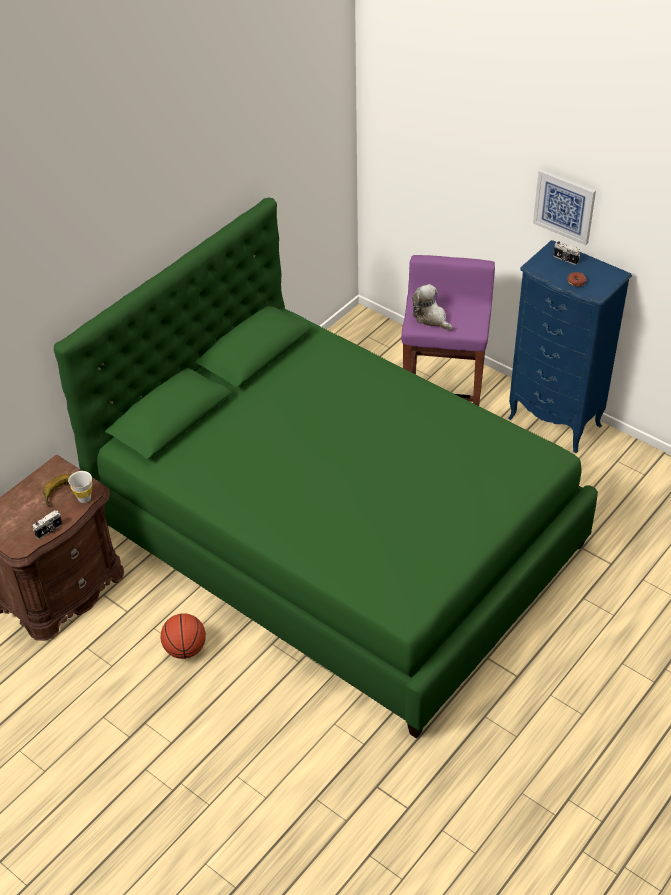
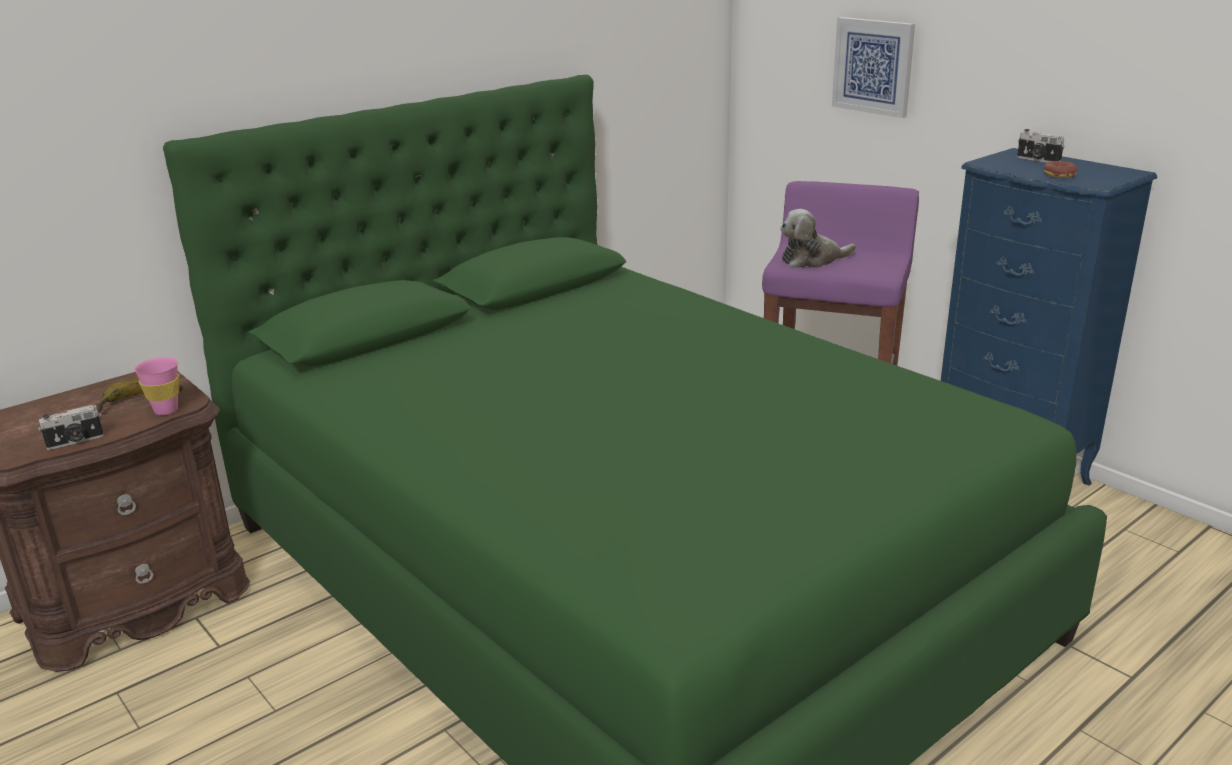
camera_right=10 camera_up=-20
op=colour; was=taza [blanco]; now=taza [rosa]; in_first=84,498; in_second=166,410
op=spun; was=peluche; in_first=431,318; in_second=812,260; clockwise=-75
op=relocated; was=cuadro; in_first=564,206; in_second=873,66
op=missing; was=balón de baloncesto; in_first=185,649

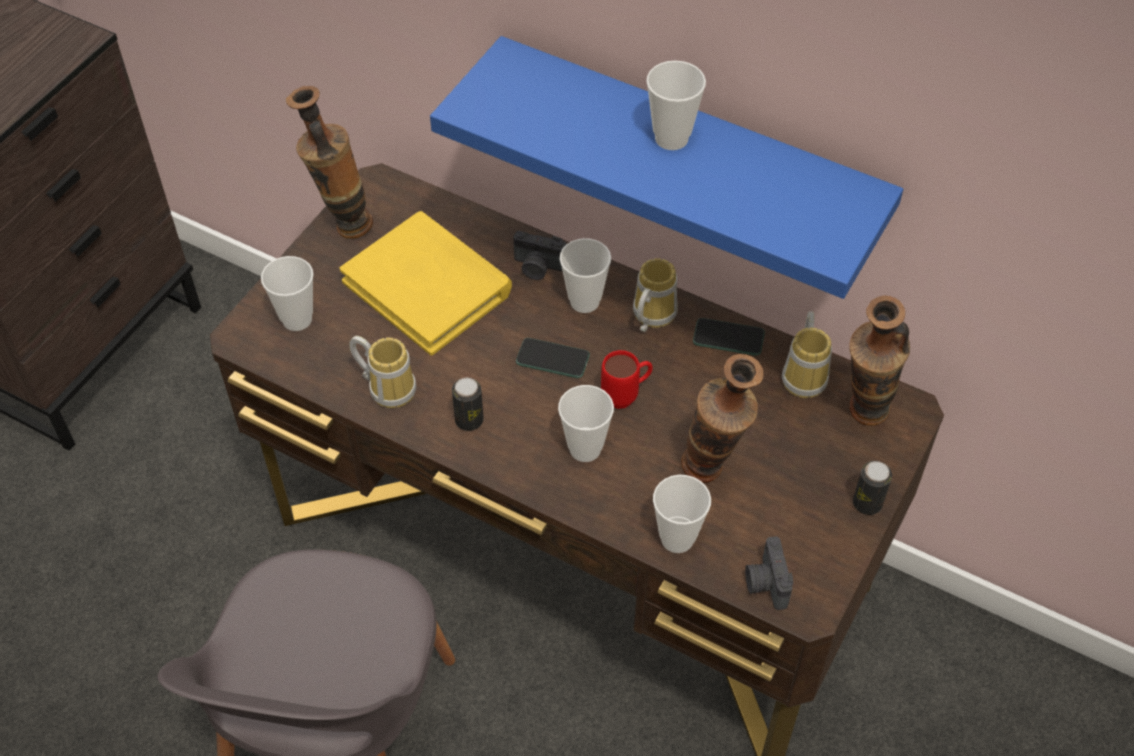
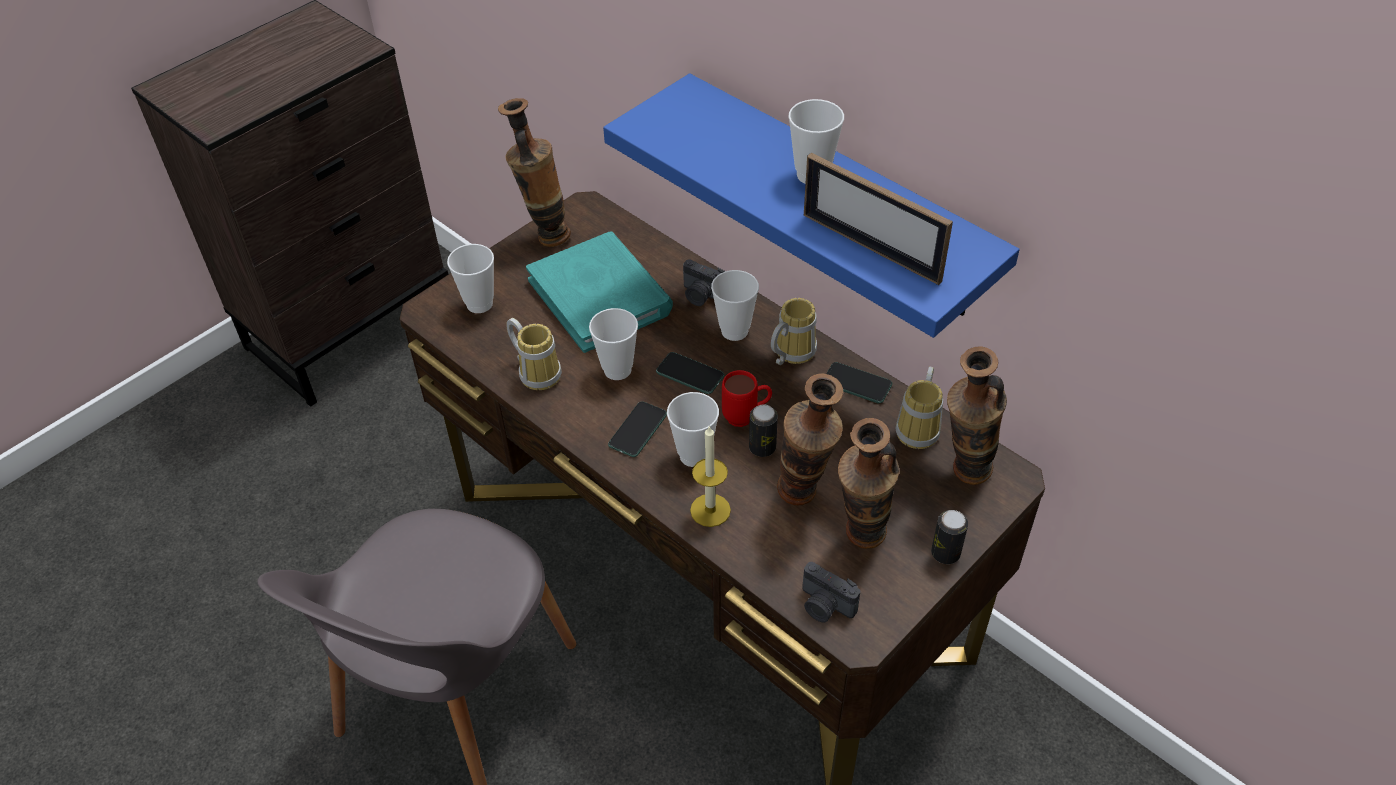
camera_right=15 camera_up=-5
op=colour; was=libro [amarillo]; now=libro [turquesa]; in_first=428,287; in_second=600,296
op=relocated; was=taza; in_first=677,539; in_second=617,370
op=appeared; now=móvil; in_second=638,430
op=appeared; now=vela; in_second=710,510
op=relocated; was=lata; in_first=469,420; in_second=762,447
op=spun; was=cámara; in_first=765,583; in_second=824,606; clockwise=-60
op=appeared; now=portarretratos; in_second=871,247
op=appeared; now=florero; in_second=860,543

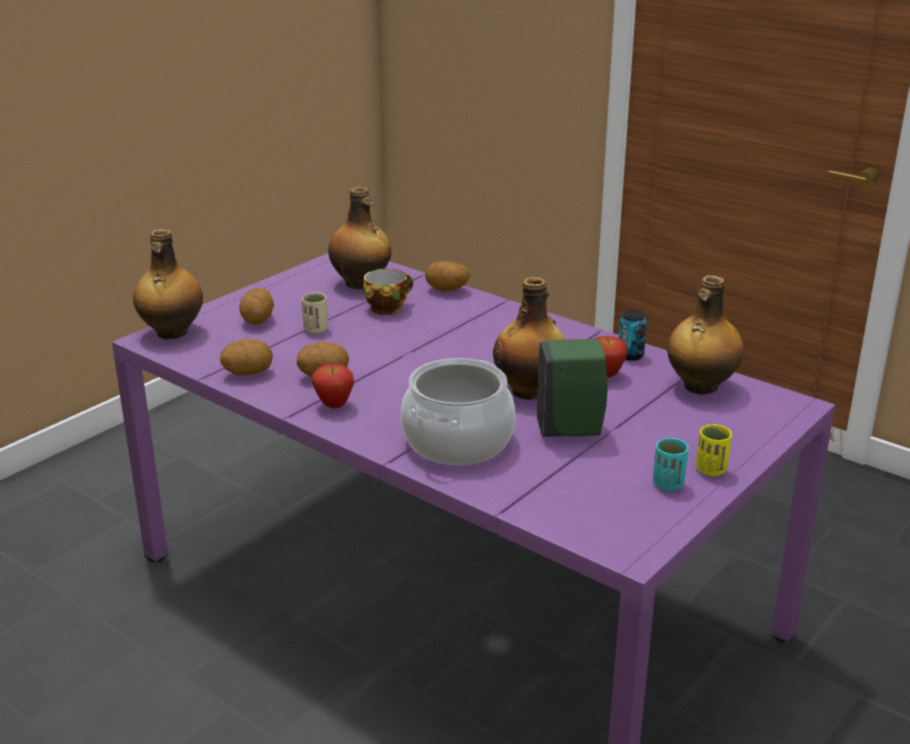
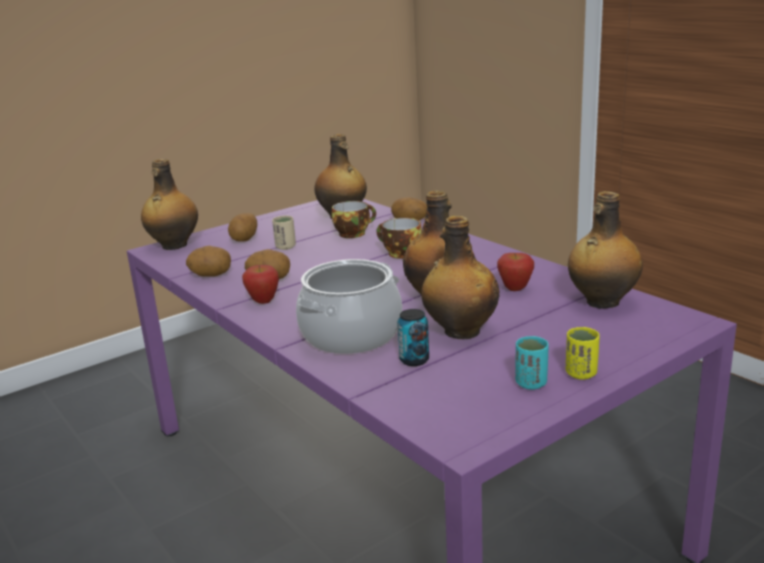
camera_right=15 camera_up=-5
op=appeared; now=taza; in_second=400,254
op=relocated; was=lata; in_first=630,355; in_second=414,360
op=exchanged; was=dispensador de jabón [verde]; now=botella; in_first=572,430; in_second=460,332

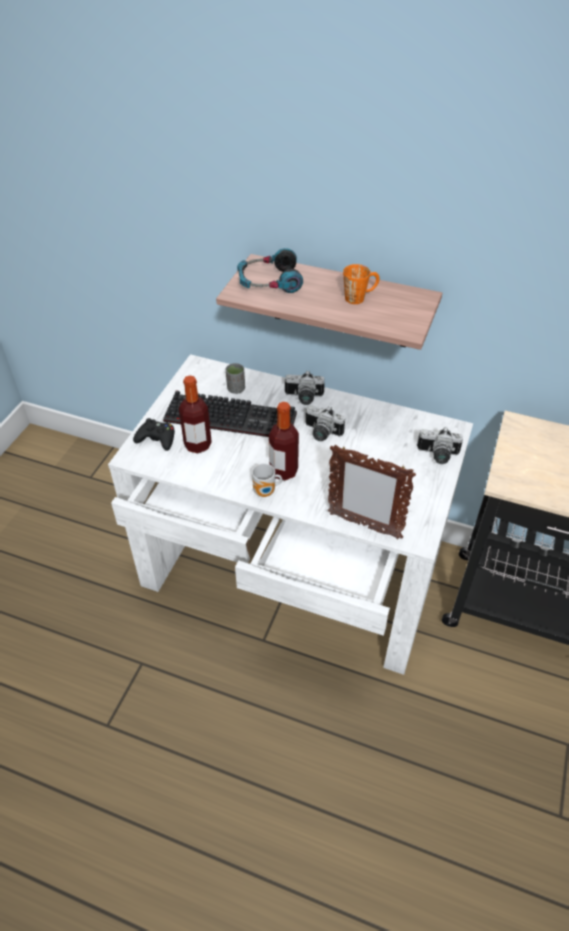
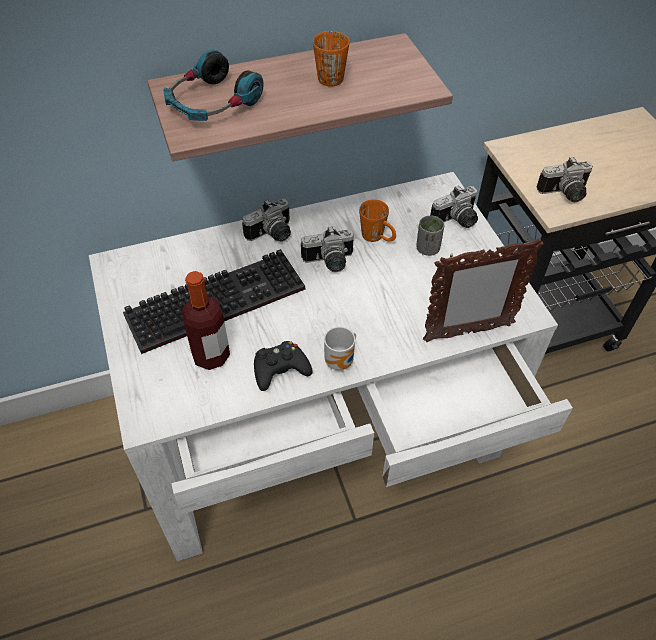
camera_right=-40 camera_up=5
op=relocated; was=mando de consola [negro]; in_first=157,439; in_second=280,369
op=appeared; now=taza grande [naranja]; in_second=377,238
op=relocated; was=taza [gris]; in_first=236,389; in_second=427,248
op=appeared; now=cámara; in_second=564,194
op=missing; was=botella; in_first=283,471

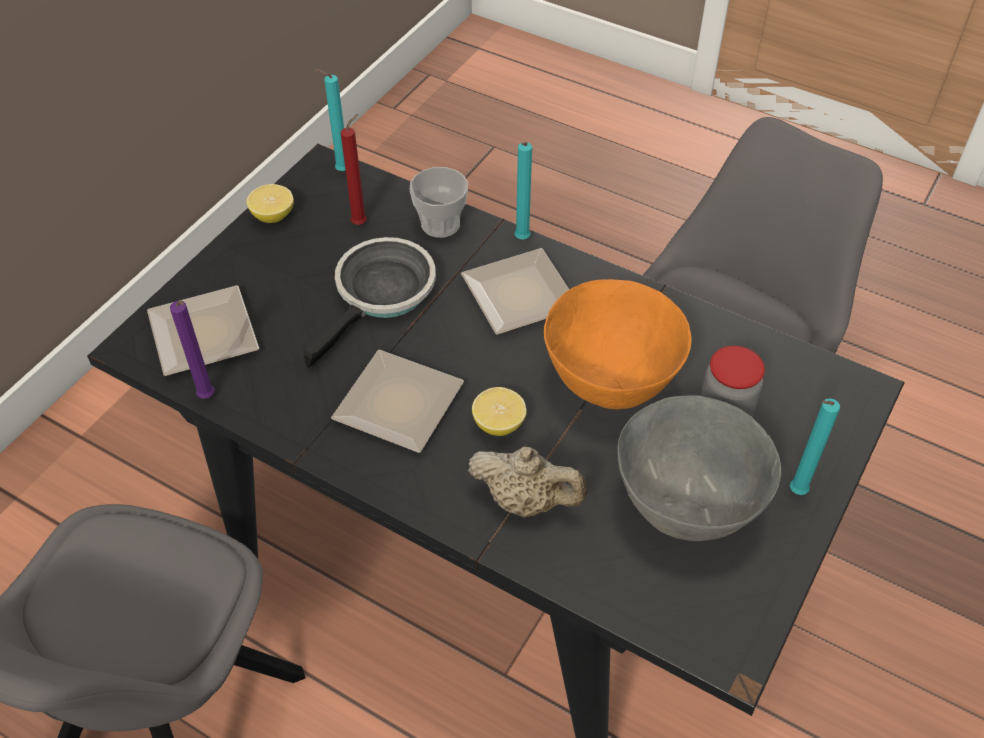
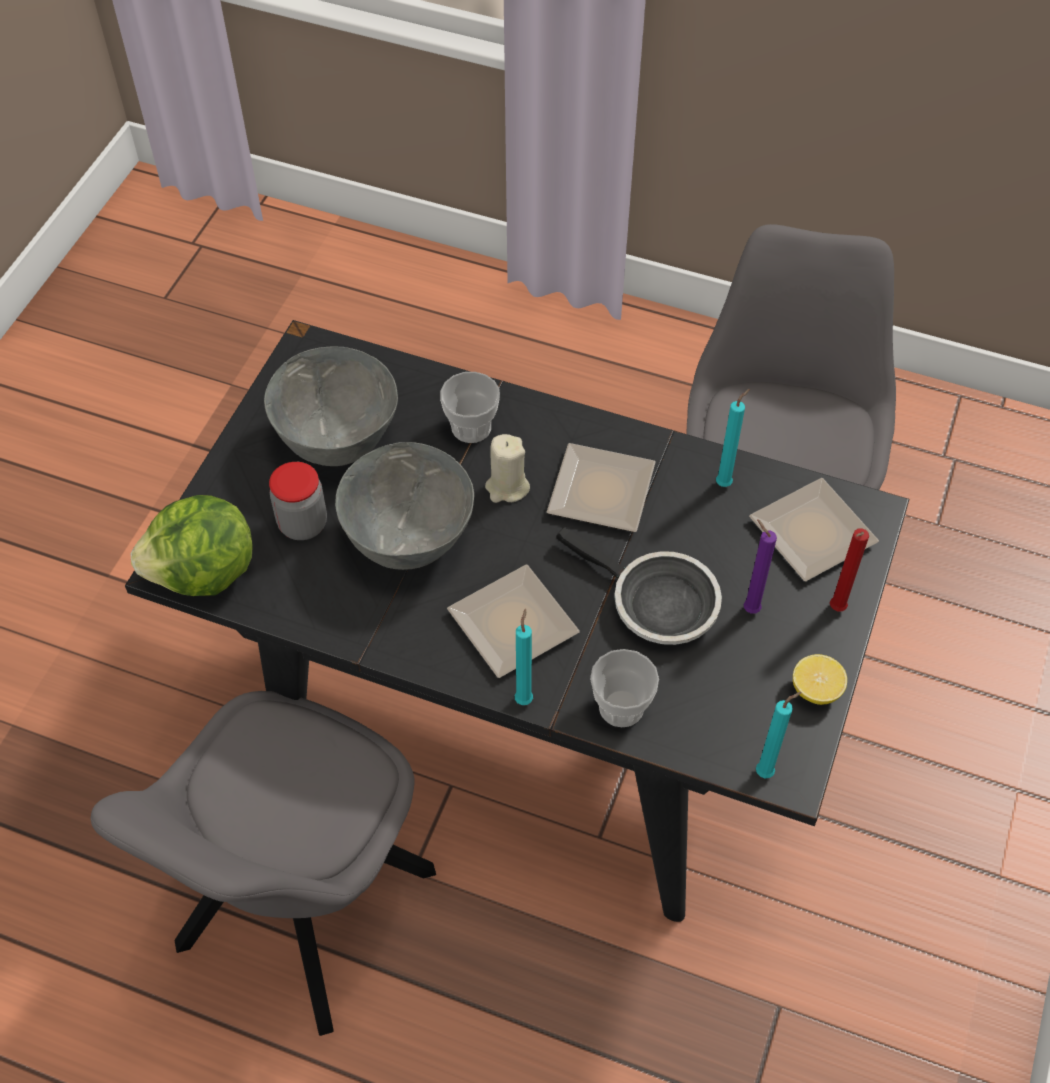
camera_right=170 camera_up=5
op=appeared; now=lechuga; in_second=204,574
op=colour; was=cuenco [naranja]; now=cuenco [gris]; in_first=612,382; in_second=407,541
op=exchanged; was=tetera [beis]; now=taza; in_first=526,500; in_second=471,427
op=exchanged; was=limón; now=vela [beis]; in_first=498,424; in_second=507,487
op=spun; was=sartén; in_first=381,295; in_second=656,603; clockwise=-75
op=relocated; was=vela [turquesa]; in_first=795,492; in_second=725,483
op=relocated; was=vela [morado]; in_first=208,398; in_second=749,608
op=relocated; was=vela [rojo]; in_first=361,223; in_second=835,610

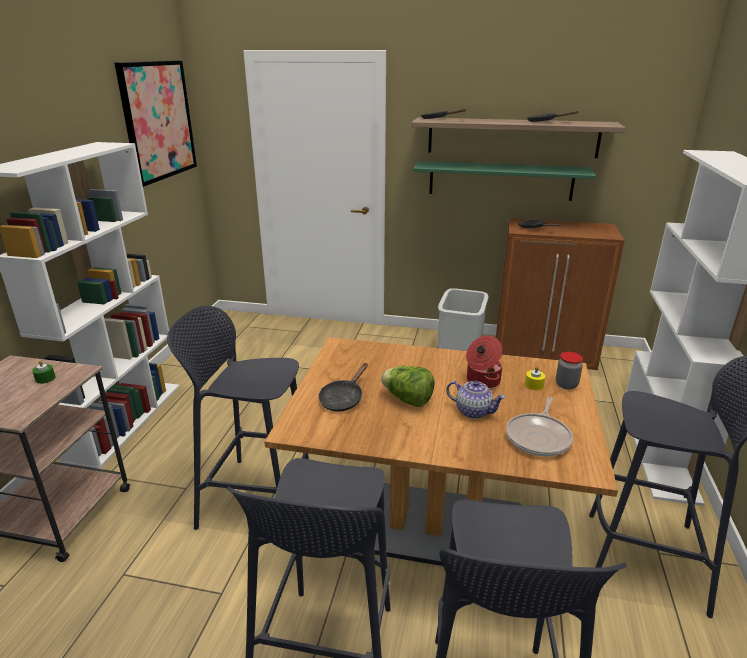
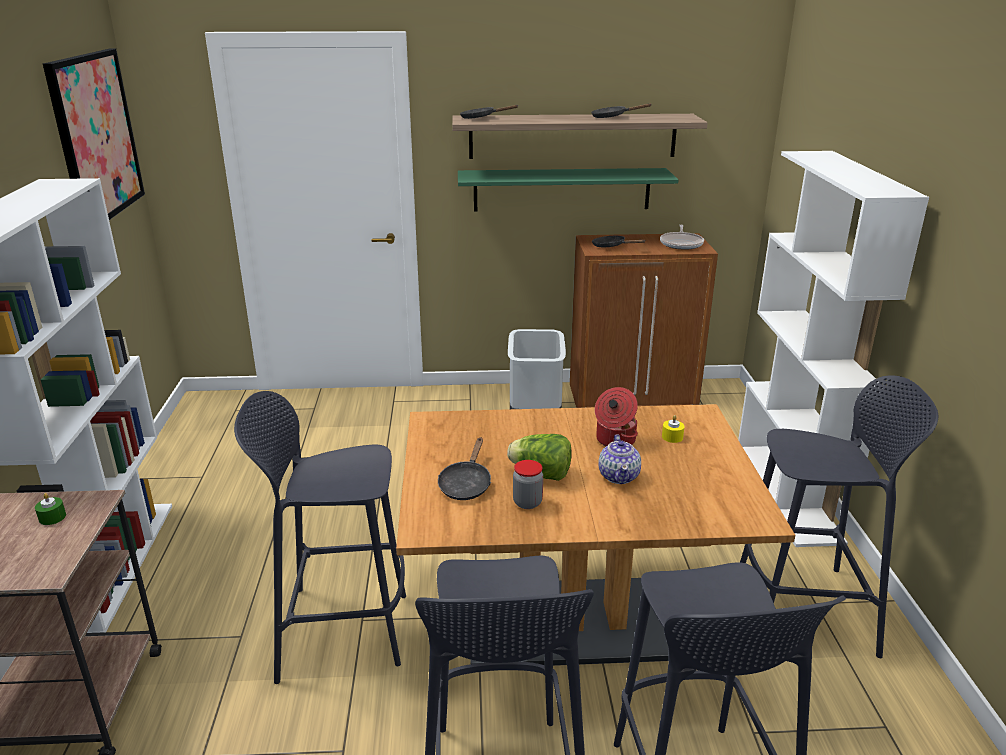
camera_right=-15 camera_up=0
op=relocated; was=tarro; in_first=566,385; in_second=527,502
op=spun; was=tetera; in_first=473,411; in_second=619,476; clockwise=75
op=relocated; was=sartén; in_first=539,437; in_second=681,243

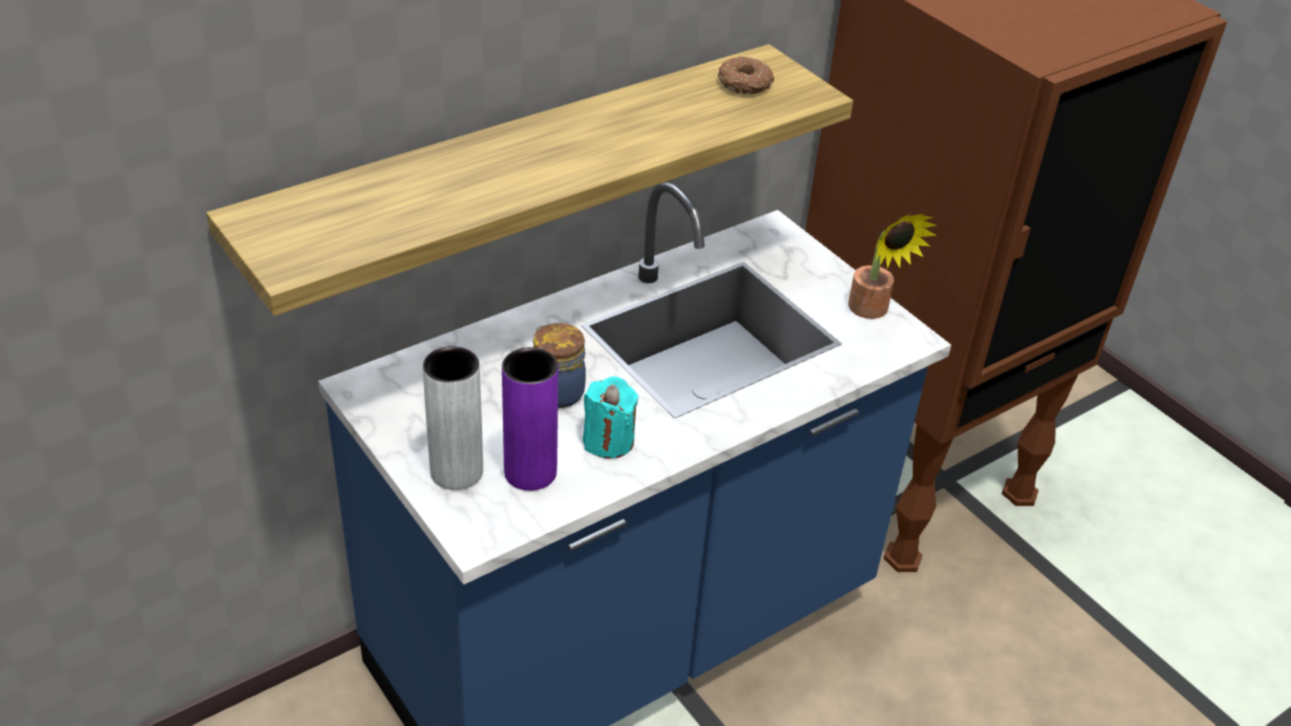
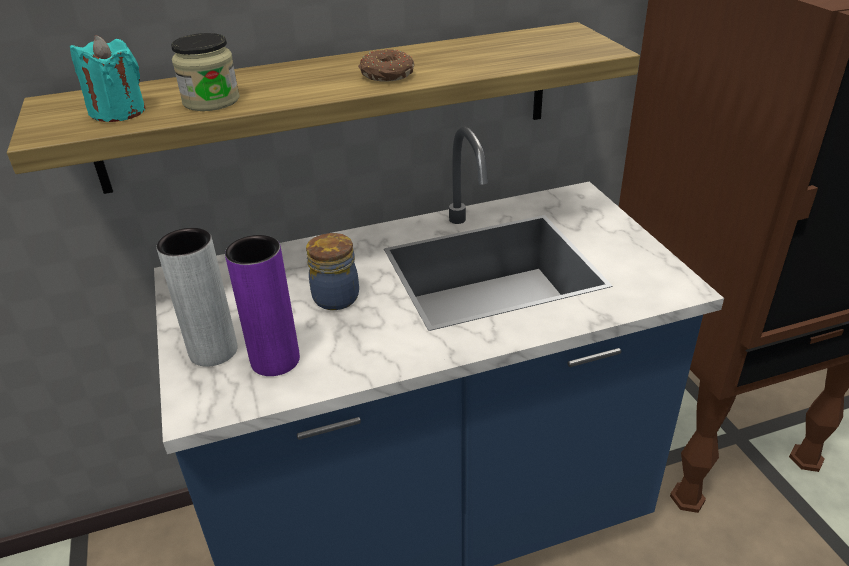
camera_right=20 camera_up=-5
op=relocated; was=vela [turquesa]; in_first=608,441; in_second=118,112
op=appeared; now=tarro; in_second=211,101
op=relocated; was=rosquilla; in_first=744,85; in_second=387,75
op=missing; was=planta en maceta; in_first=872,311

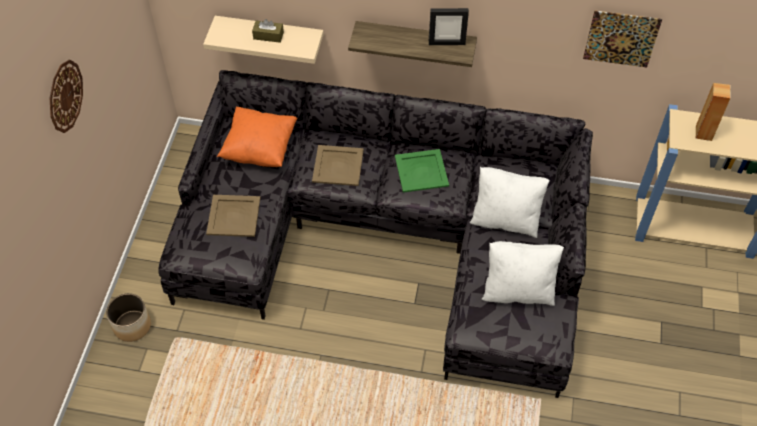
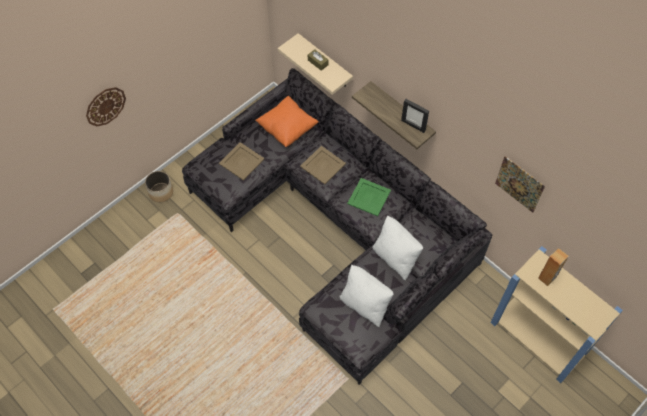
camera_right=35 camera_up=5
op=relocated; was=reloj de pared; in_first=65,96; in_second=105,106

